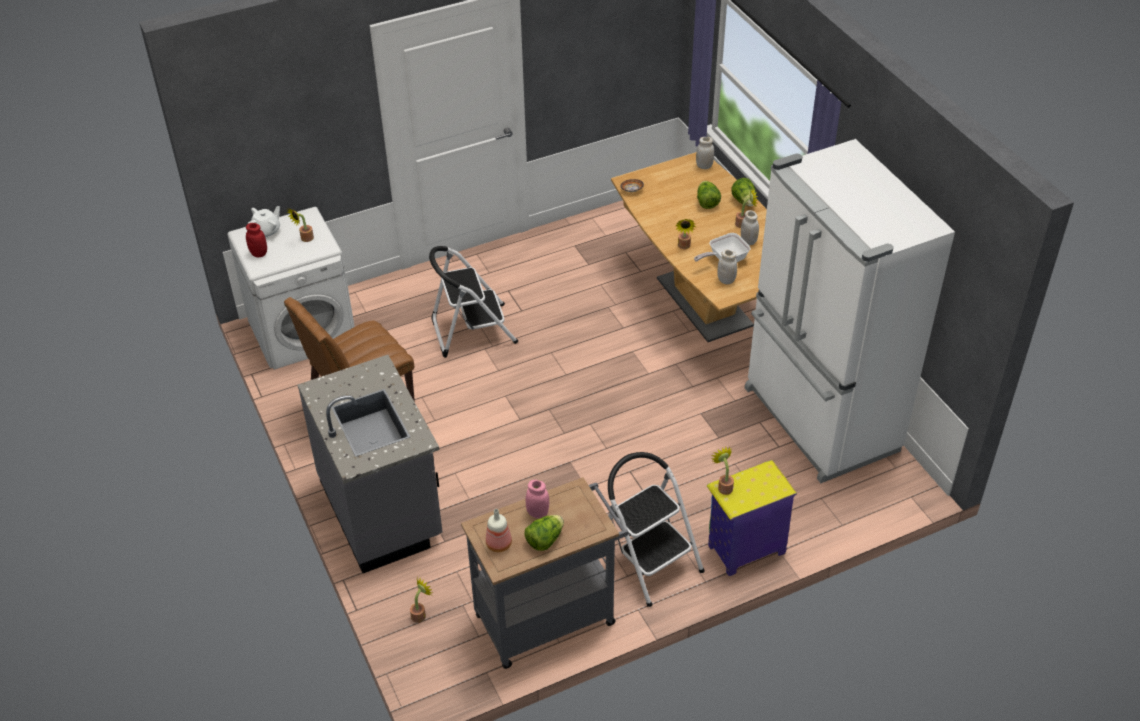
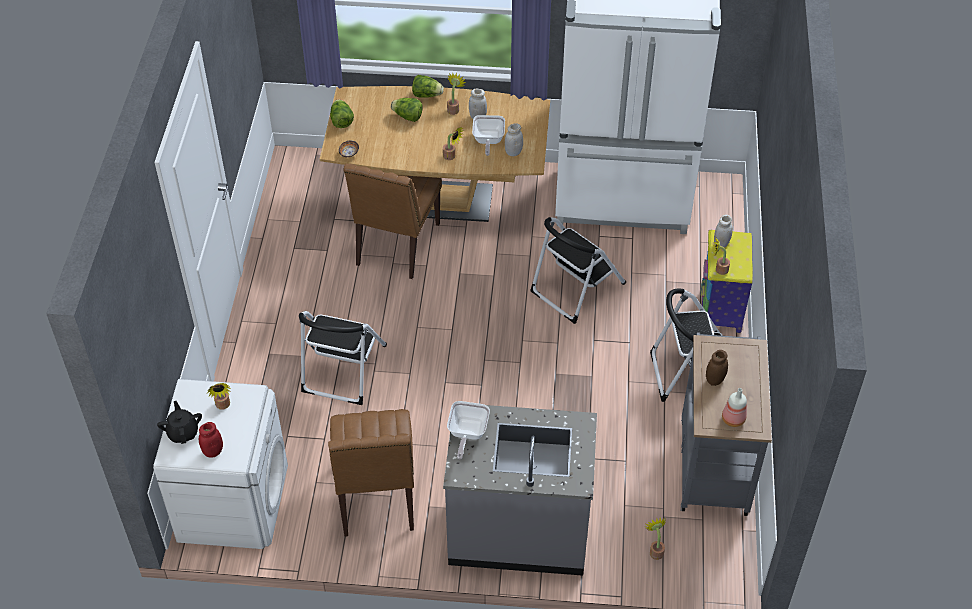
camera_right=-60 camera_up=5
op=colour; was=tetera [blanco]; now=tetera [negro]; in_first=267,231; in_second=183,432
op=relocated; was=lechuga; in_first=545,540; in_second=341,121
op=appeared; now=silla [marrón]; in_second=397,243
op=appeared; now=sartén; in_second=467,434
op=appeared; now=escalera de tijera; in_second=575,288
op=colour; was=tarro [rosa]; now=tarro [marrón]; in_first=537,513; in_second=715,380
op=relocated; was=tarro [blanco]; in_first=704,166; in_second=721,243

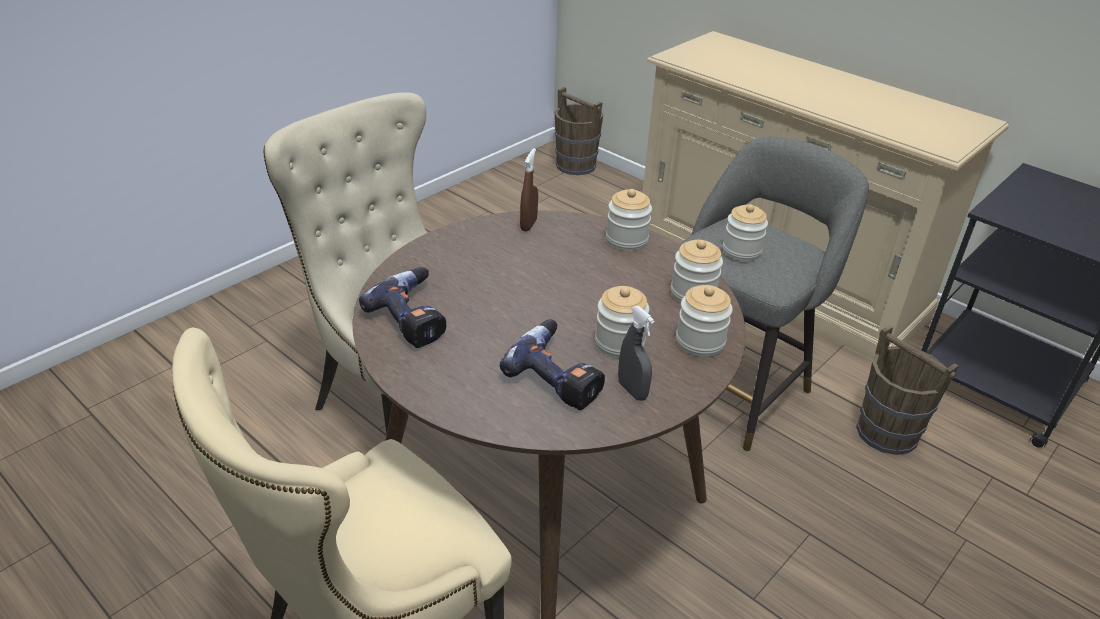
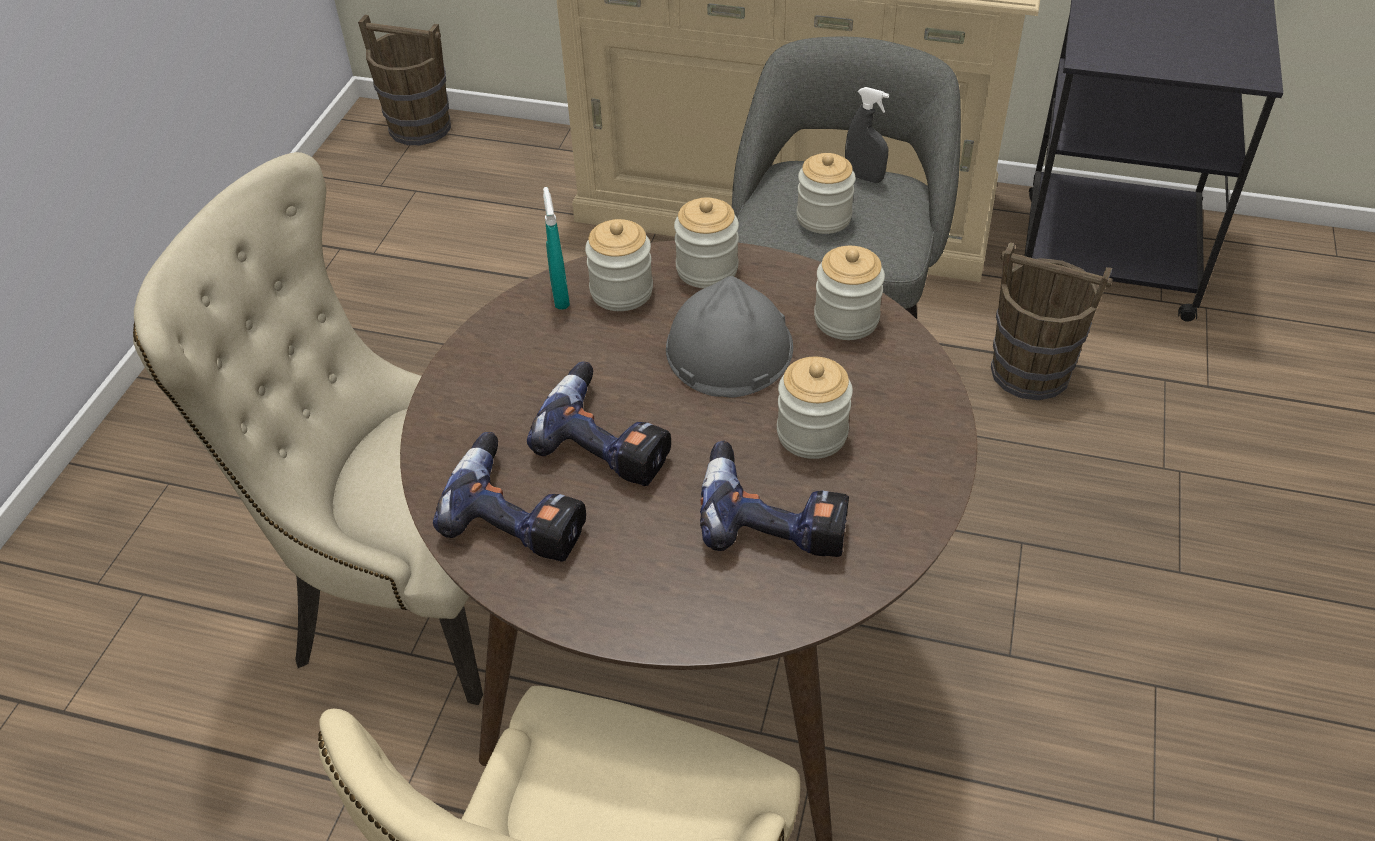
camera_right=-25 camera_up=10
op=appeared; now=taladro; in_second=608,437
op=colour; was=pulverizador [marrón]; now=pulverizador [turquesa]; in_first=528,225; in_second=560,296
op=relocated; was=tarro; in_first=700,342; in_second=621,291
op=appeared; now=casco [gris]; in_second=728,349
op=relocated; was=pulverizador [gris]; in_first=632,390; in_second=864,177

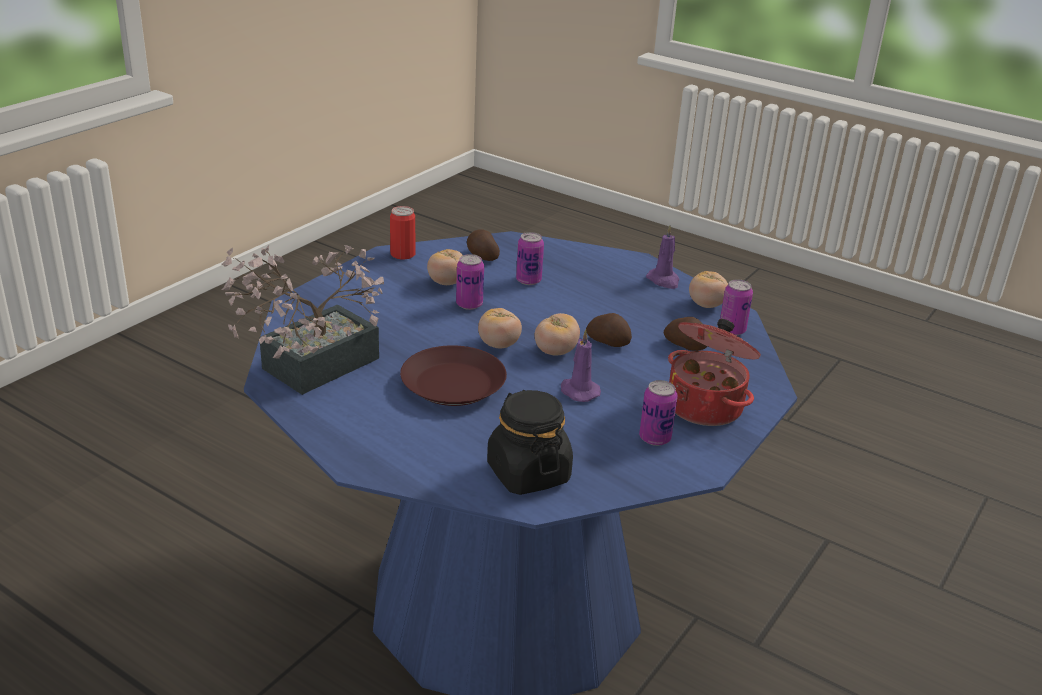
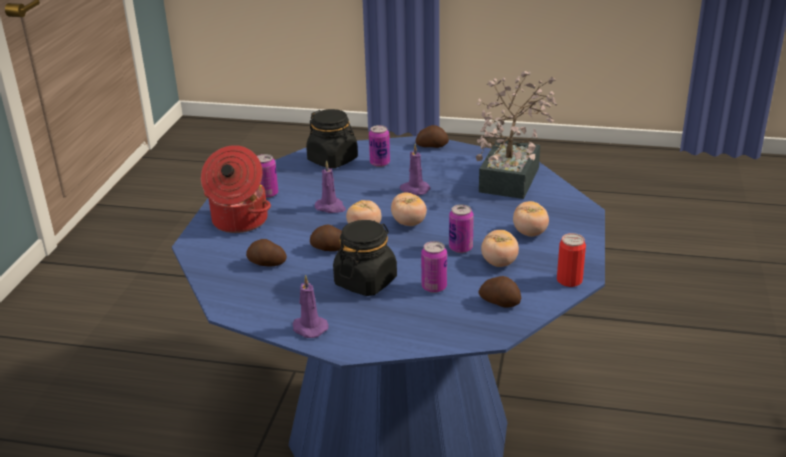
camera_right=160 camera_up=0
op=appeared; now=tarro [negro]; in_second=365,281
op=relocated; was=lata; in_first=732,330; in_second=380,163
op=exchanged; was=plato [marrón]; now=vela [morado]; in_first=453,385; in_second=414,189
op=appeared; now=patata; in_second=432,146
op=relocated; was=tomate; in_first=706,305; in_second=530,233

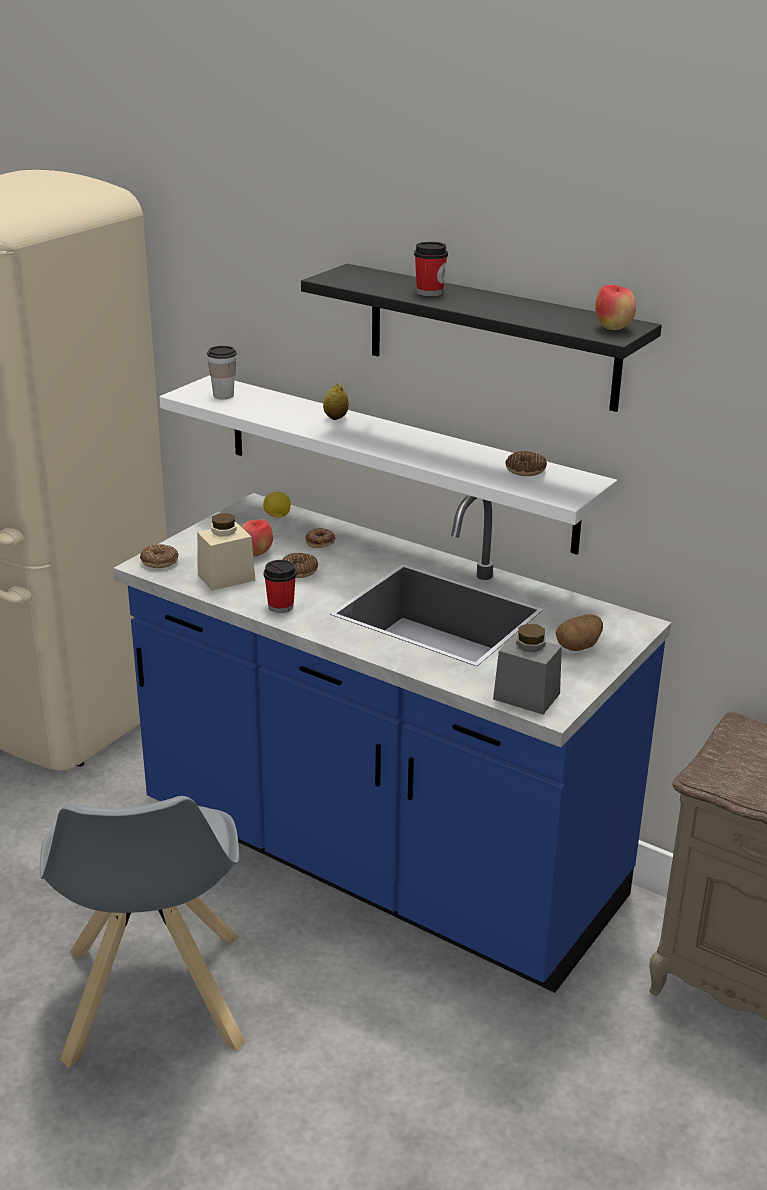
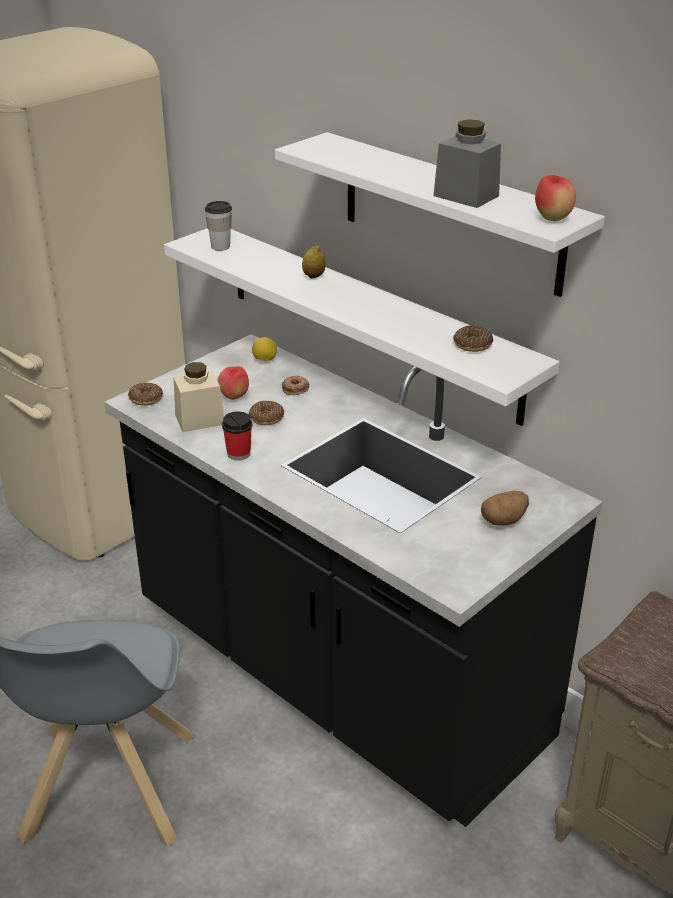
camera_right=10 camera_up=5
op=colour; was=mueble bajo de cocina [azul]; now=mueble bajo de cocina [negro]; in_first=379,860; in_second=336,675
op=colour; was=estante [negro]; now=estante [blanco]; in_first=491,337; in_second=450,213
op=relocated; was=tarro [gris]; in_first=526,696; in_second=466,196
op=missing; was=taza; in_first=429,292

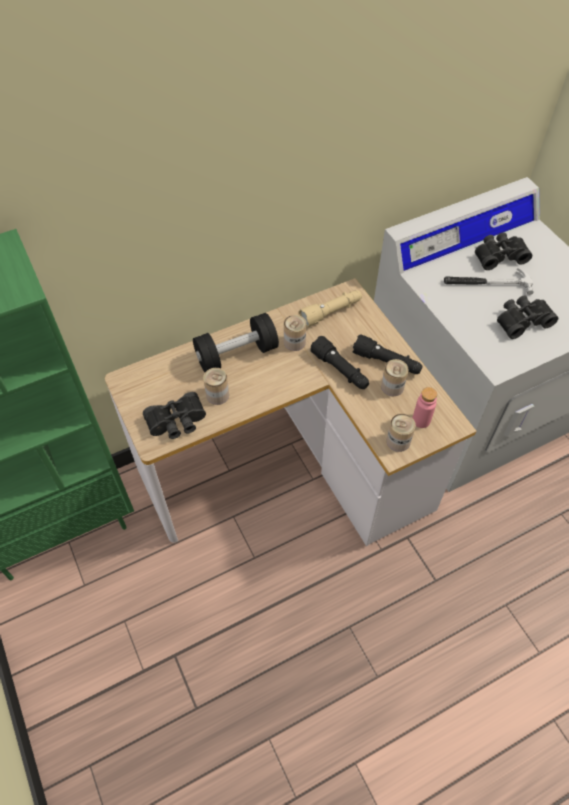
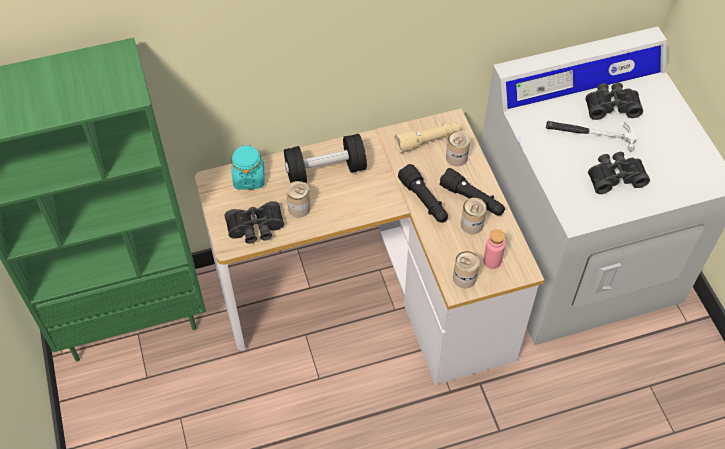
camera_right=10 camera_up=0
op=appeared; now=tarro [turquesa]; in_second=249,178
op=relocated; was=lata; in_first=294,342; in_second=456,157

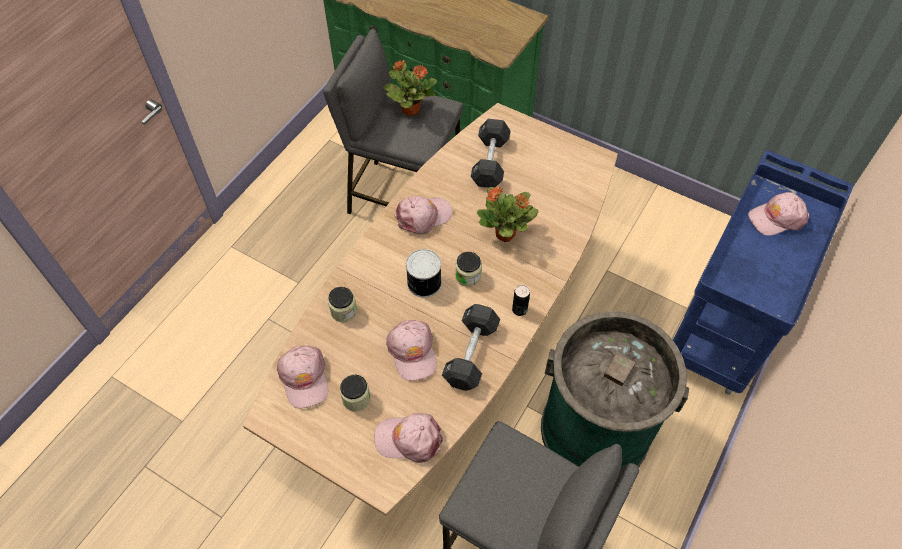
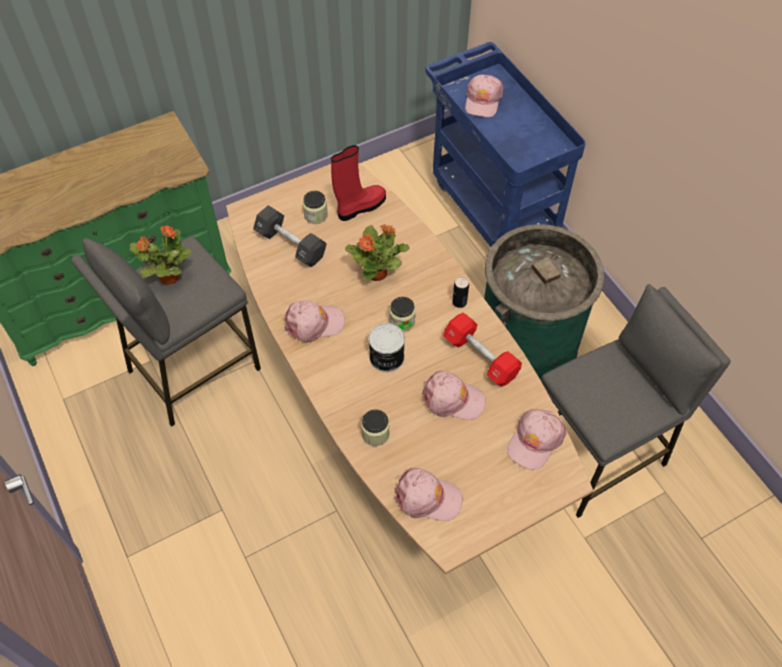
camera_right=-60 camera_up=0
op=spun; was=gorra [rosa]; in_first=423,216; in_second=314,323; clockwise=75
op=relocated; was=tarro; in_first=356,399; in_second=316,215
op=appeared; now=bota [rojo]; in_second=360,207
op=colour; was=mancuerna [negro]; now=mancuerna [rojo]; in_first=471,354; in_second=480,357

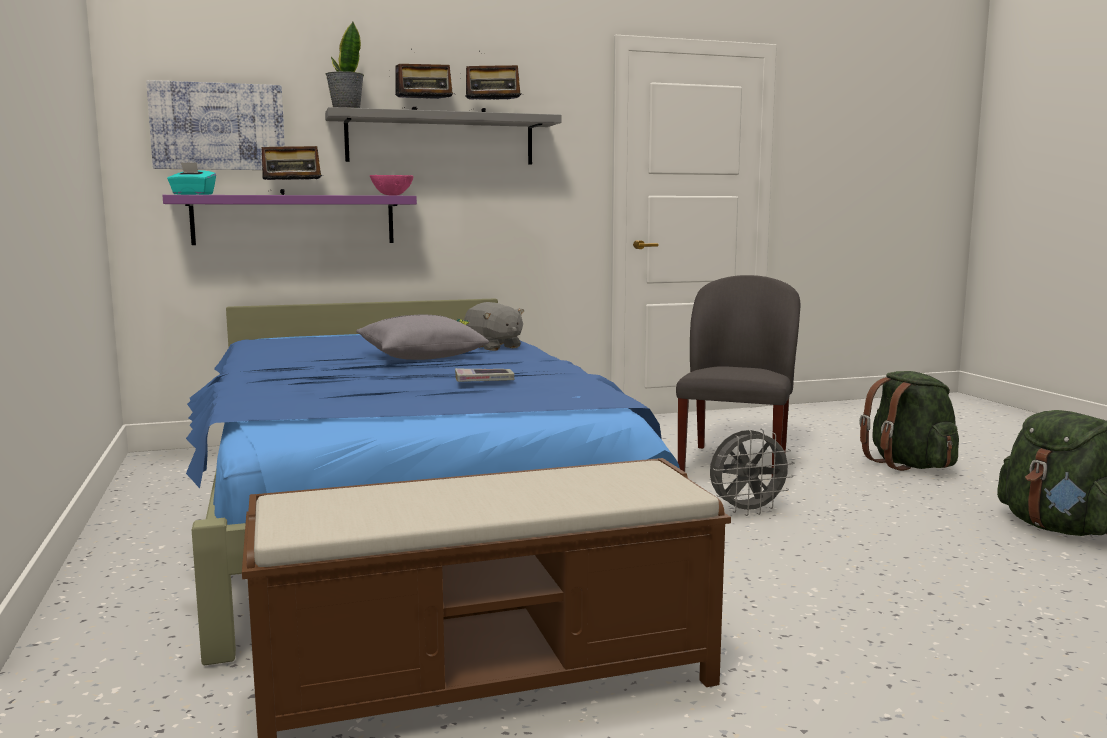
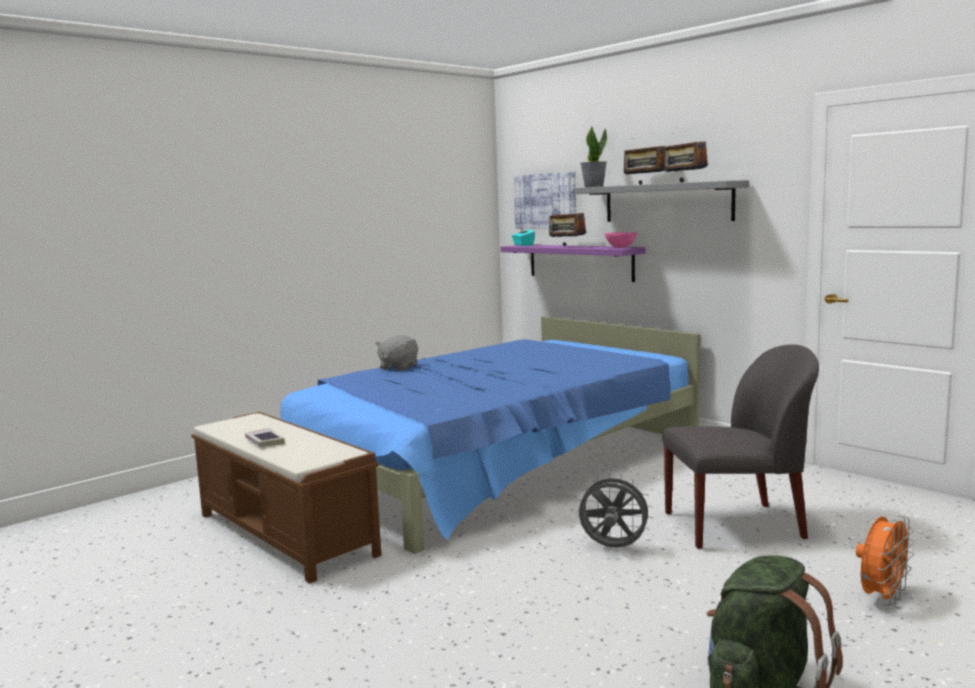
camera_right=65 camera_up=0
op=relocated; was=libro; in_first=484,381; in_second=264,441
op=relocated; was=peluche [gris]; in_first=493,347; in_second=398,367
op=spun; was=ventilador [gris]; in_first=747,511; in_second=613,548; clockwise=150
op=exchanged; was=mochila [verde]; now=ventilador [naranja]; in_first=908,465; in_second=882,598
op=missing; was=cojín [gris]; in_first=421,357

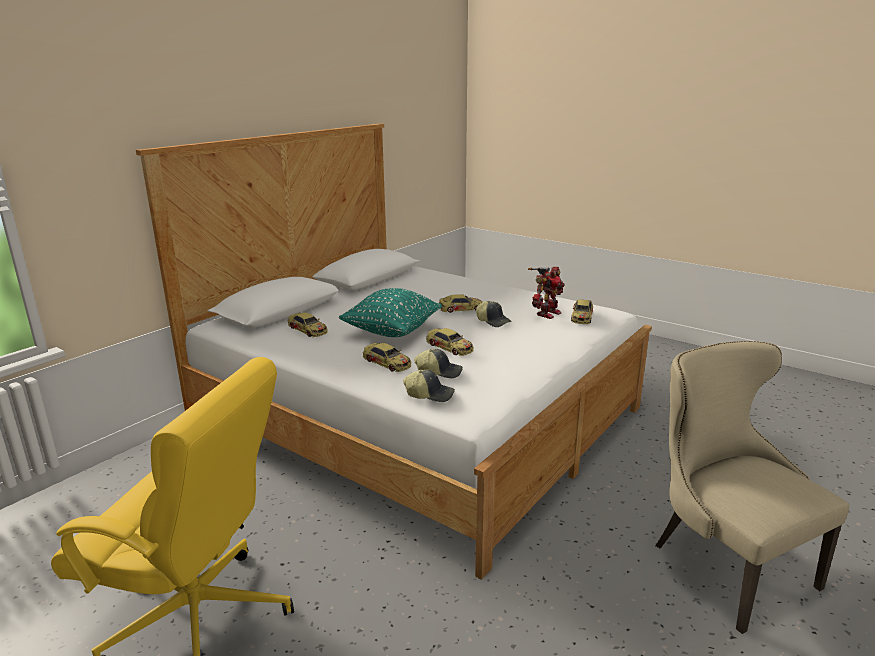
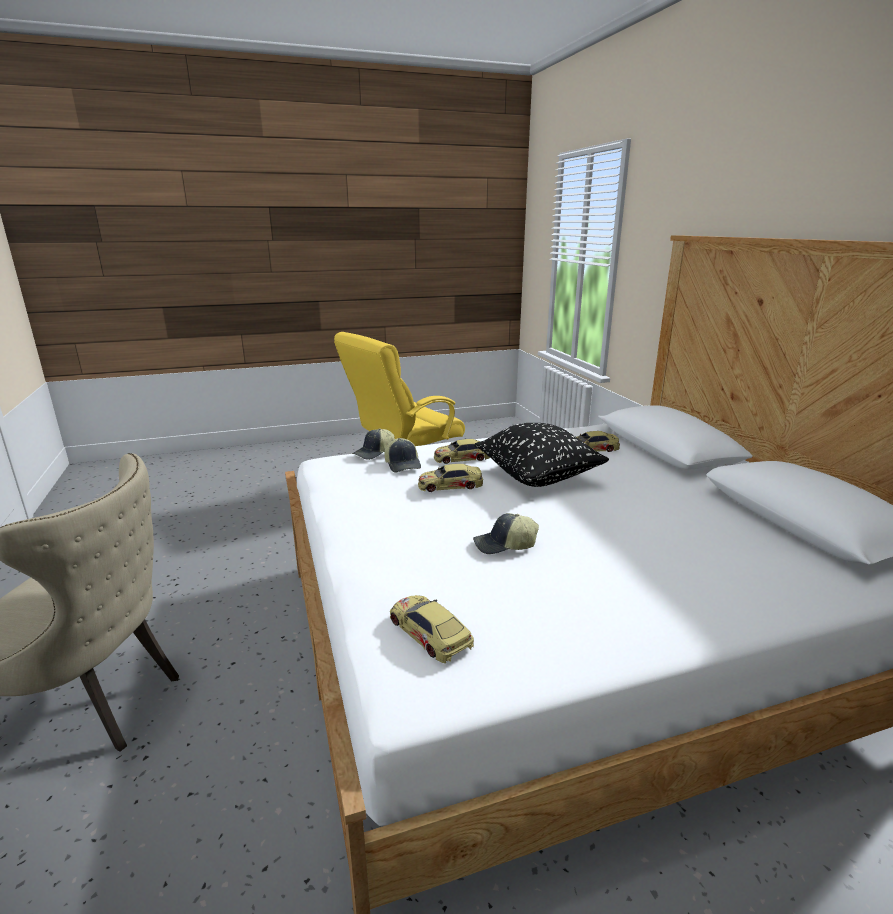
camera_right=125 camera_up=0
op=spun; was=gorra; in_first=439,372; in_second=403,464; clockwise=-60
op=colour; was=cojín [turquesa]; now=cojín [negro]; in_first=392,331; in_second=537,477
op=missing; was=coche de juguete; in_first=461,308
op=missing; was=robot de juguete; in_first=547,313

